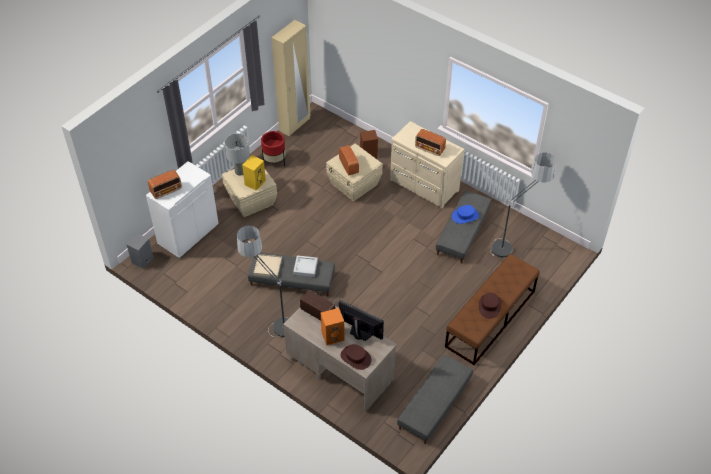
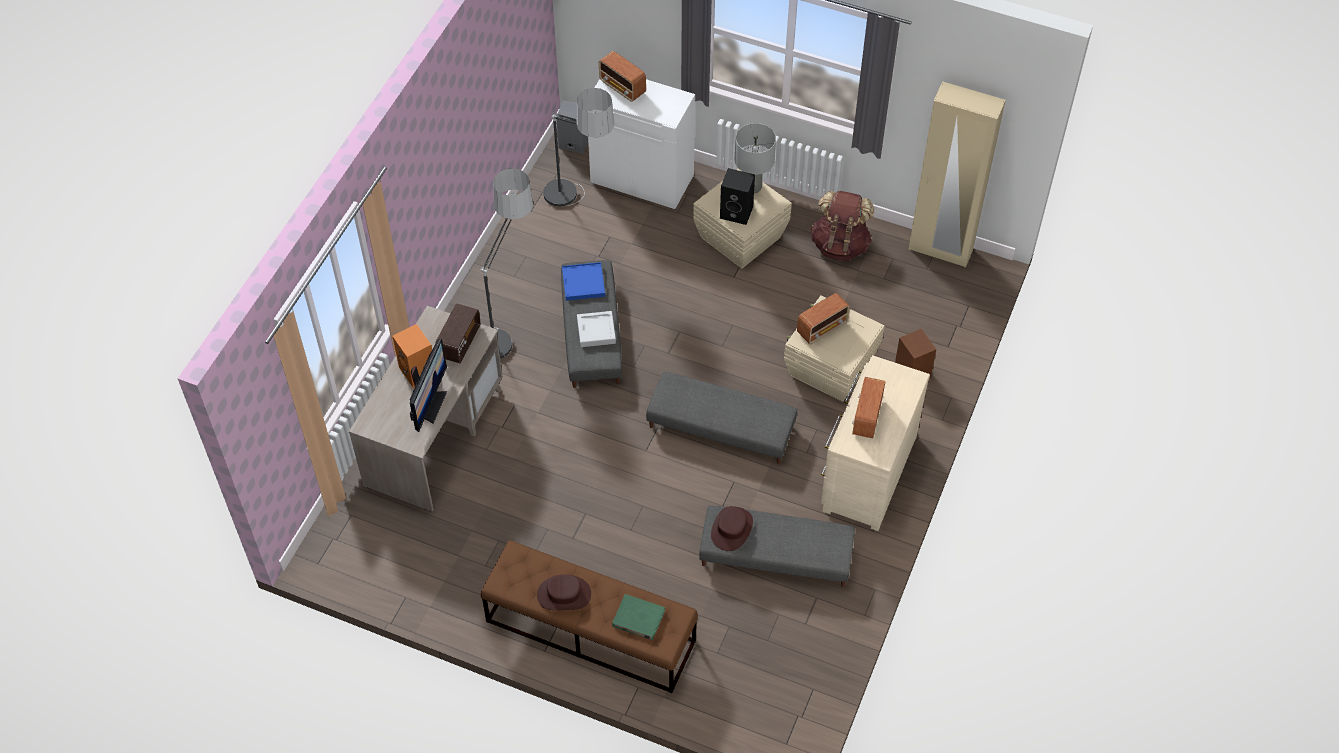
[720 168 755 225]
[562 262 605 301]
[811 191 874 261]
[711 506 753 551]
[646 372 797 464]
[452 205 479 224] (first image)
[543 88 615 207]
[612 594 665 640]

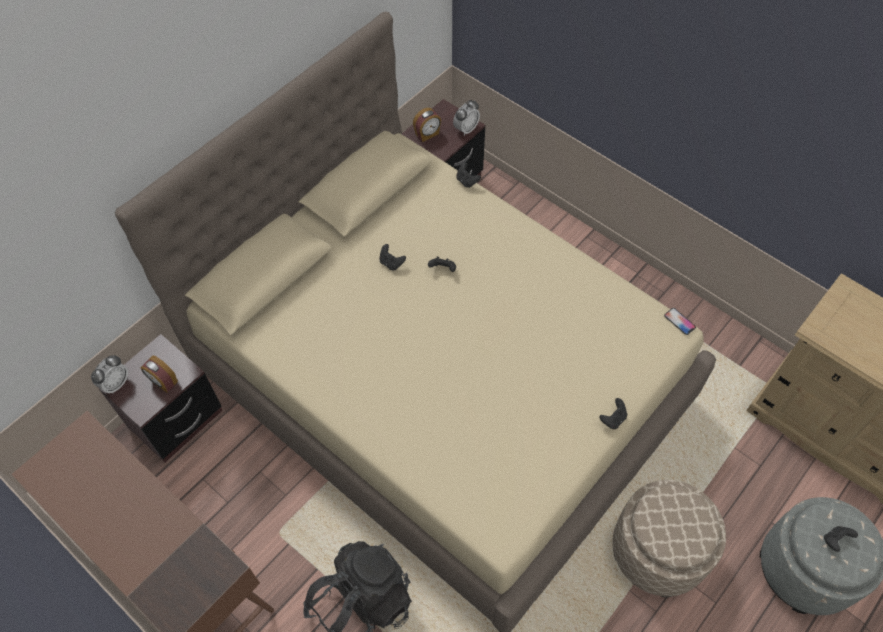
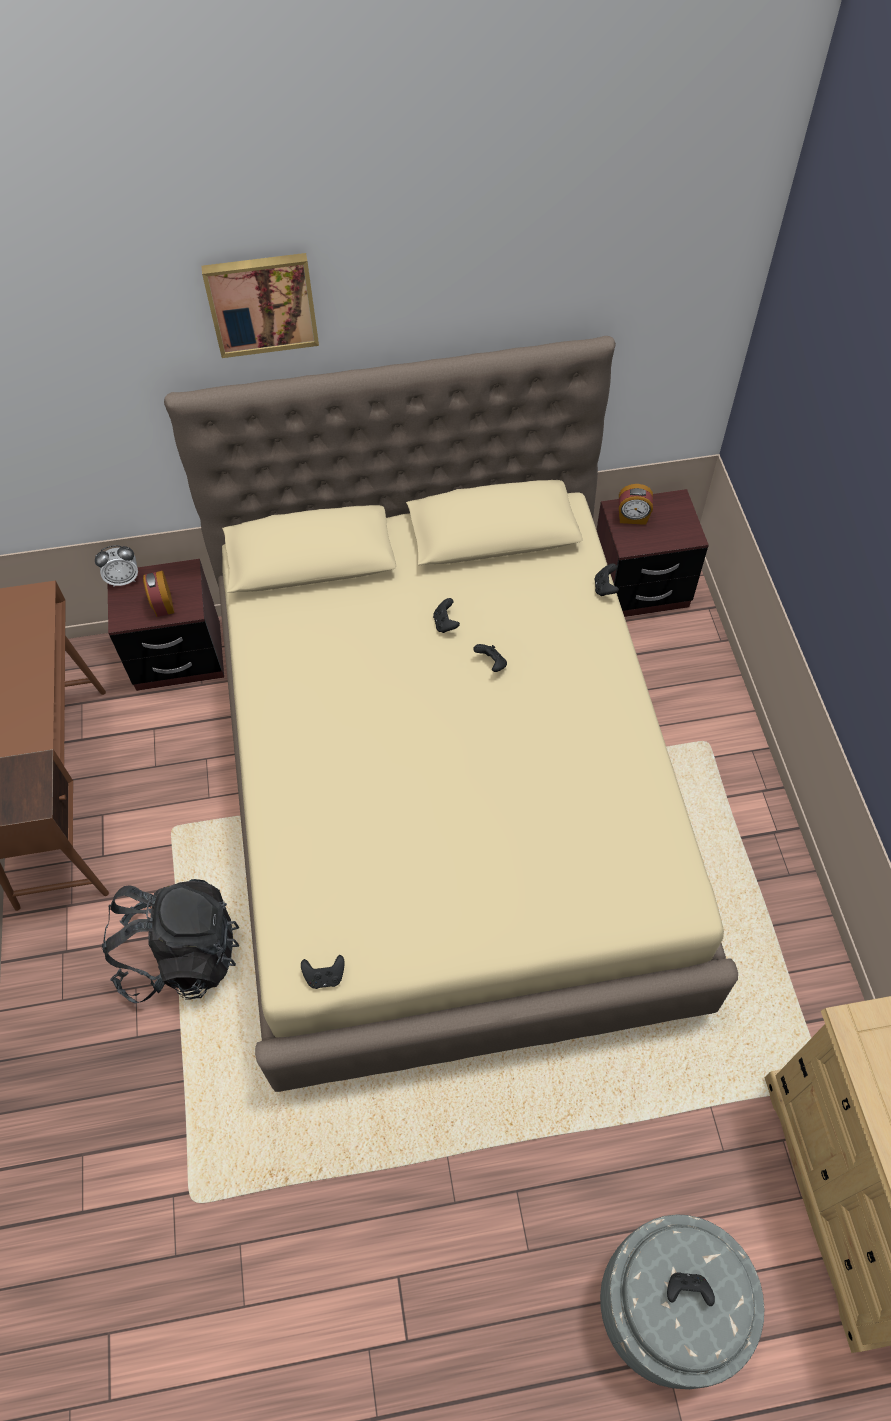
[453 100 480 136] (first image)
[301 955 345 989]
[612 480 726 597] (first image)
[664 308 696 335] (first image)
[201 253 319 358]

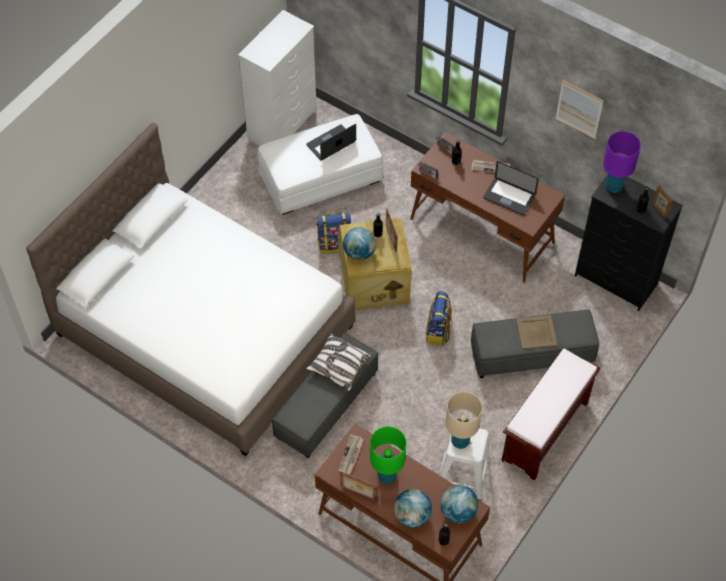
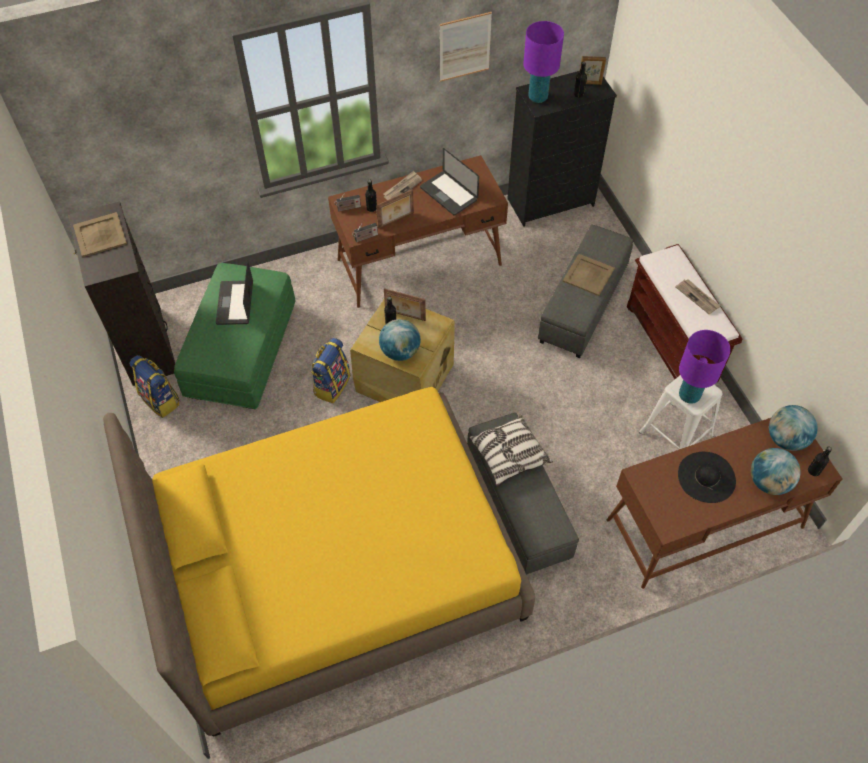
[103 387 535 736]
[68 201 175 386]
[174 263 296 409]
[675 279 721 314]
[376 189 414 229]
[678 452 736 503]
[129 355 179 418]
[679 330 731 404]
[420 148 479 216]
[73 212 127 258]

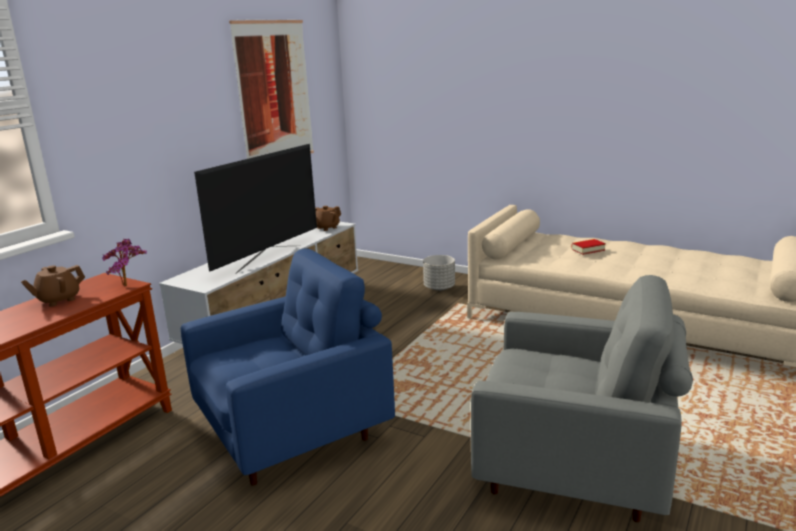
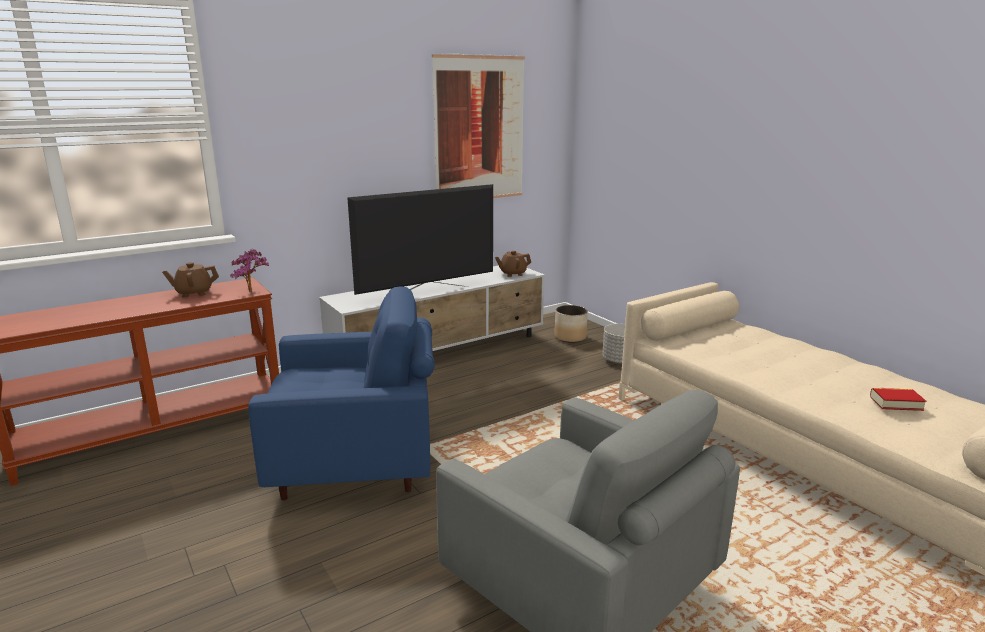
[870 388 926 411]
[554 305 588 343]

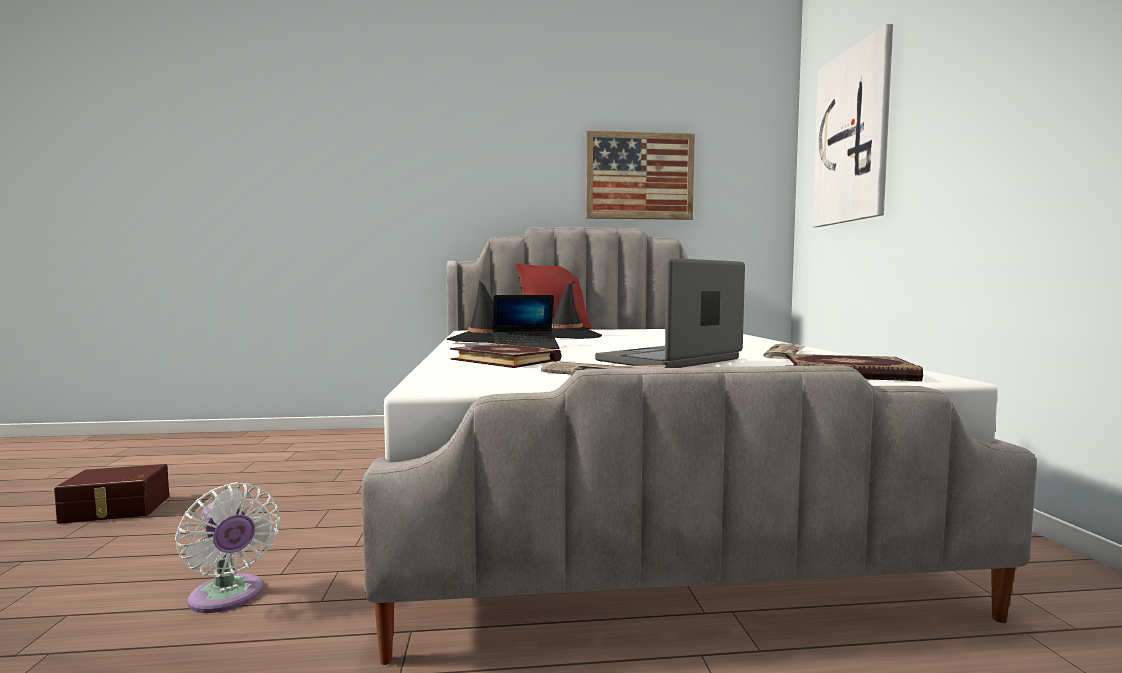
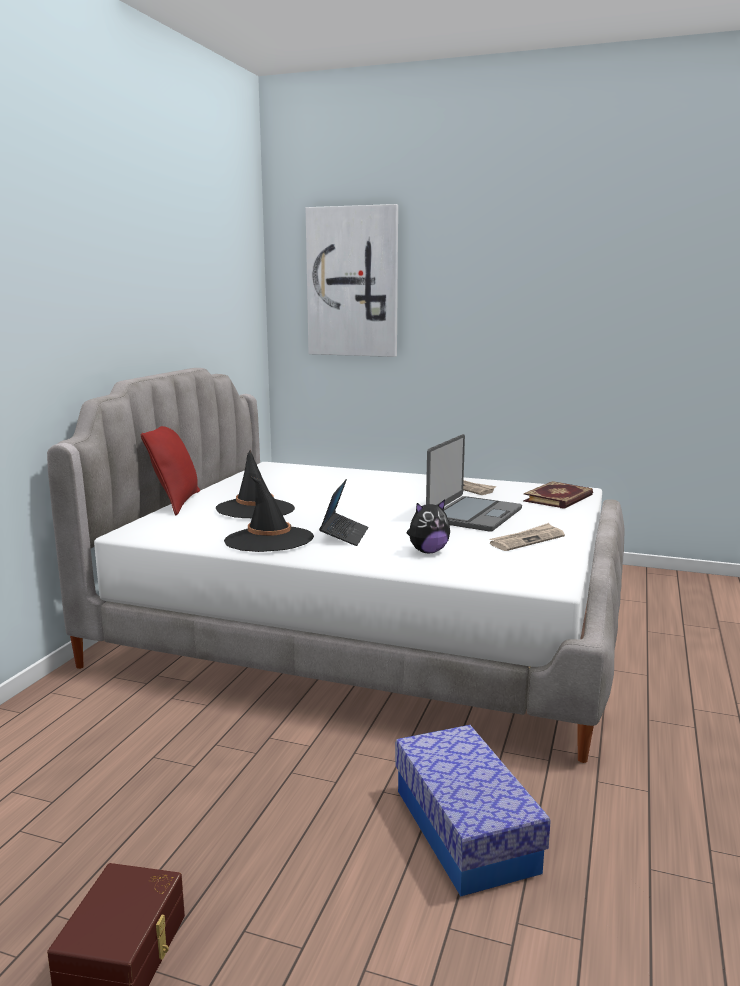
[395 725 551 896]
[407 499 450 553]
[586 130 695 220] (first image)
[426 434 522 532]

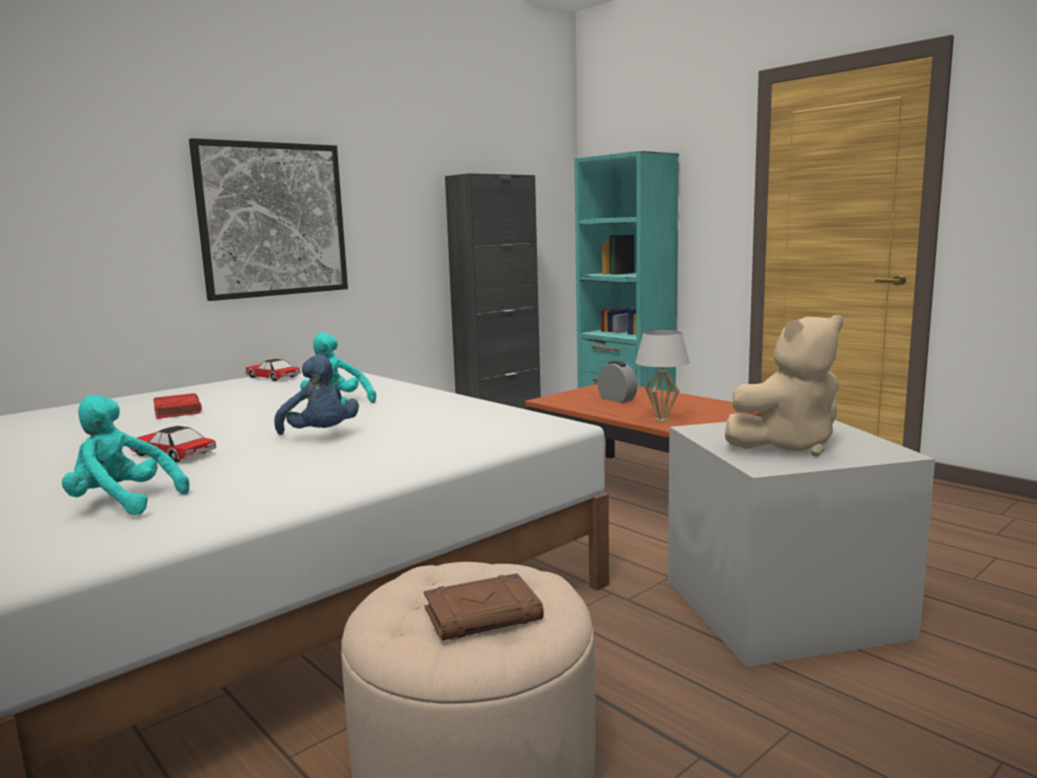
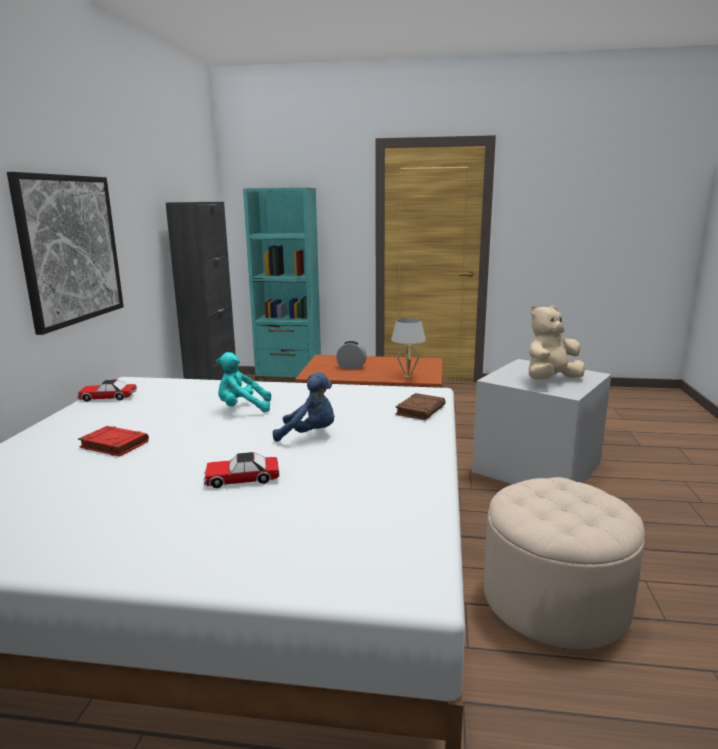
[62 395 190 515] (first image)
[395 393 446 420]
[528 305 585 380]

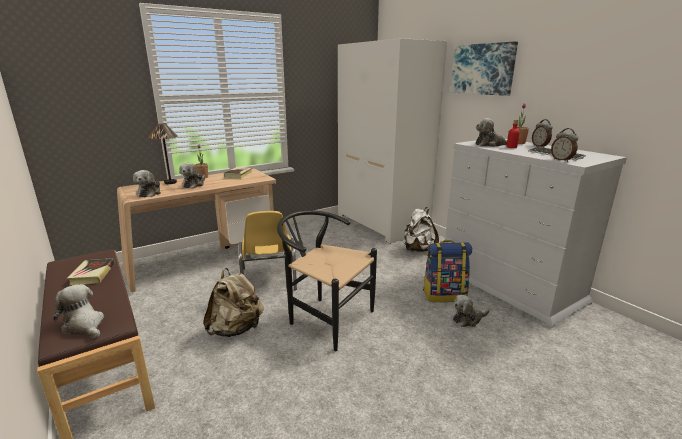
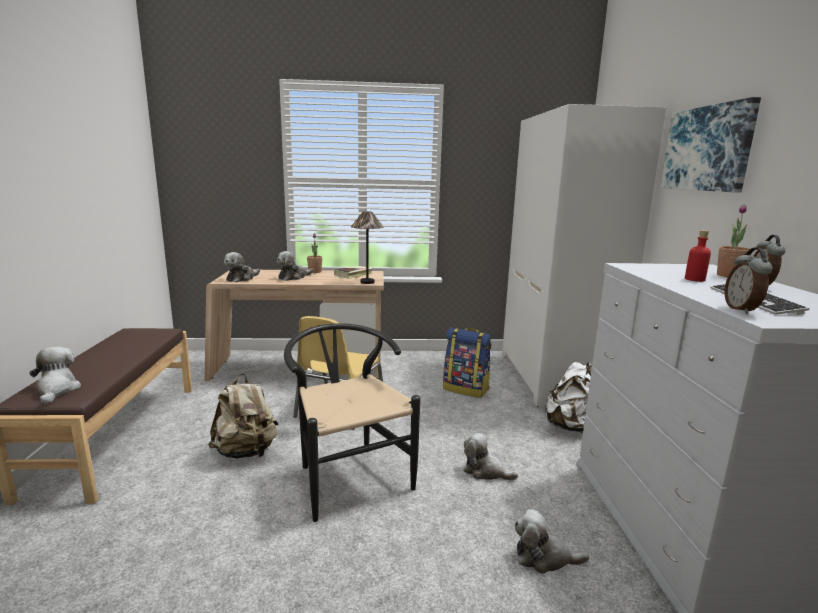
[67 258 115 285] (first image)
[351 211 384 284]
[443 328 492 398]
[463 433 518 480]

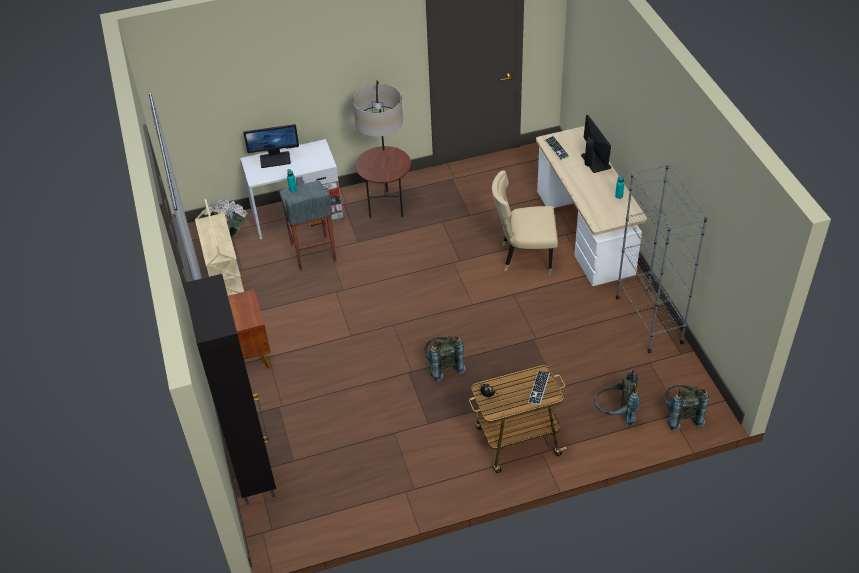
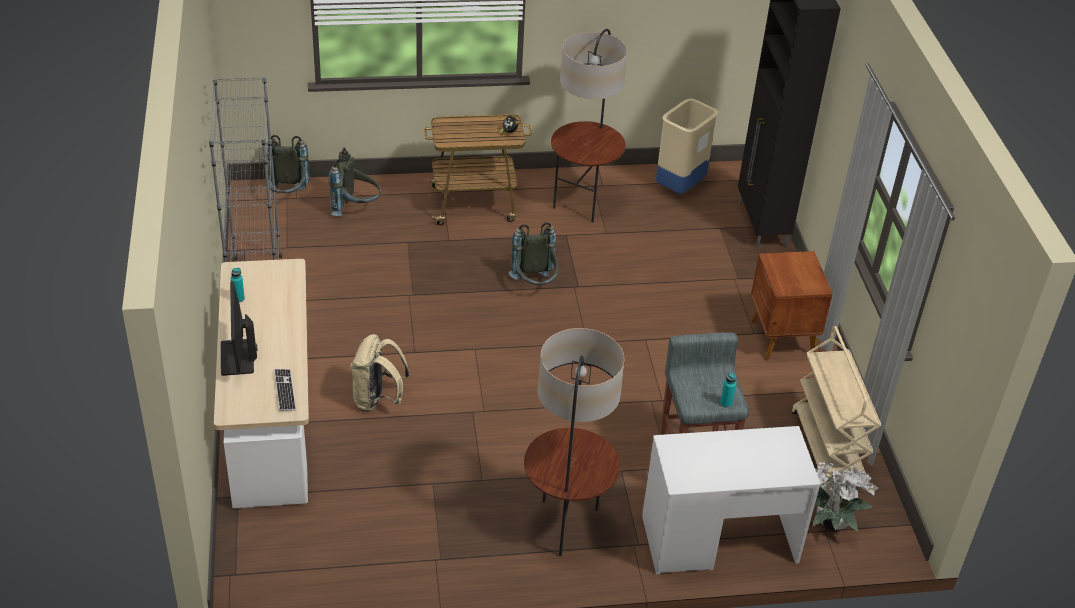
[243 124 299 168] (first image)
[350 334 410 412]
[528 371 550 405] (first image)
[551 29 627 222]
[656 98 719 194]

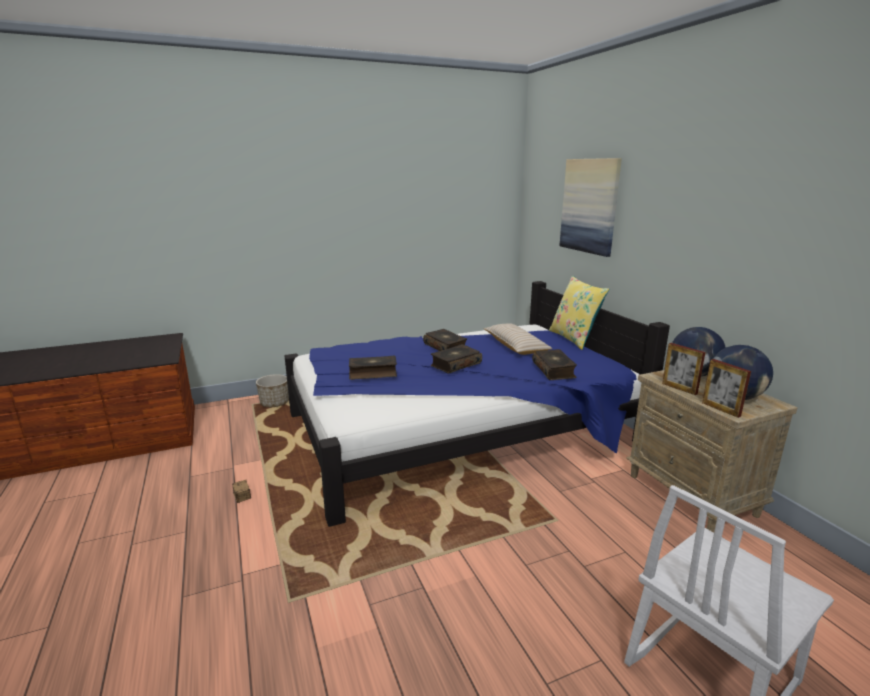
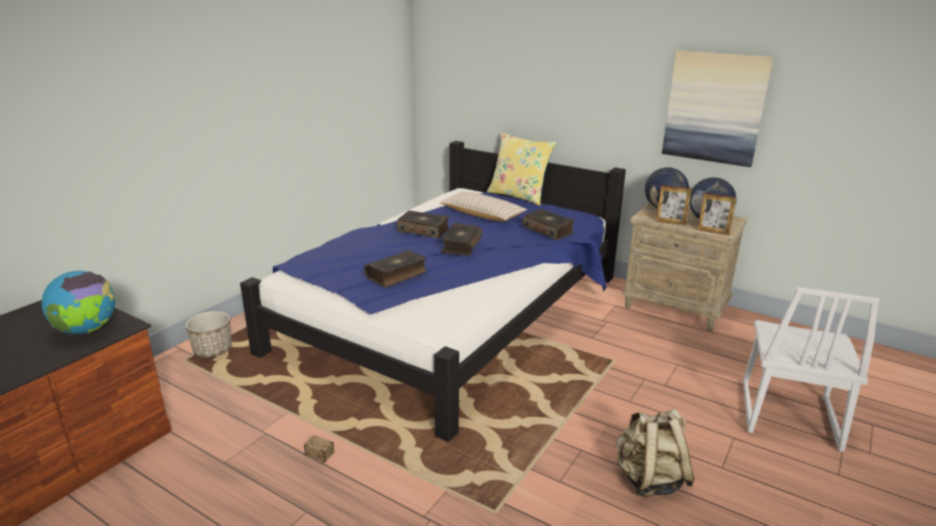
[662 50 774 167]
[42 271 116 334]
[616 409 695 497]

